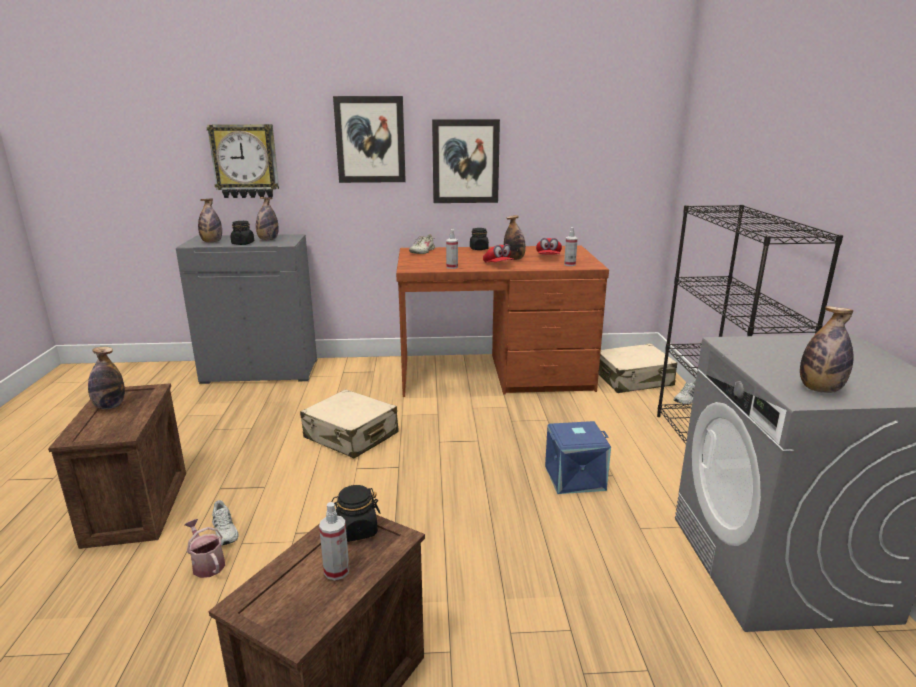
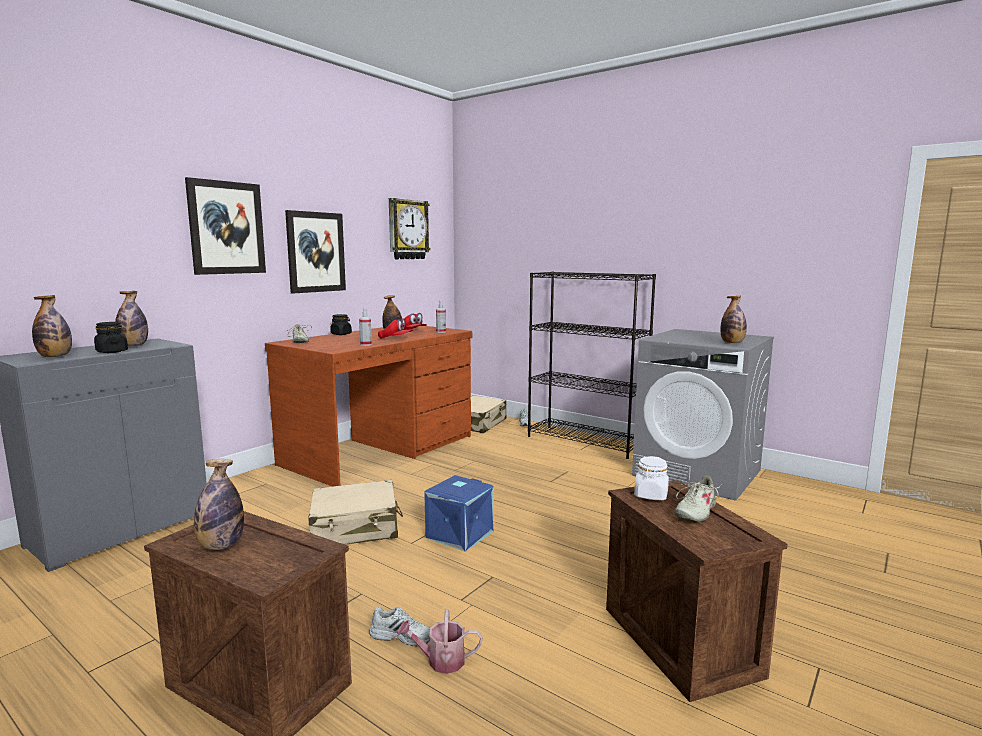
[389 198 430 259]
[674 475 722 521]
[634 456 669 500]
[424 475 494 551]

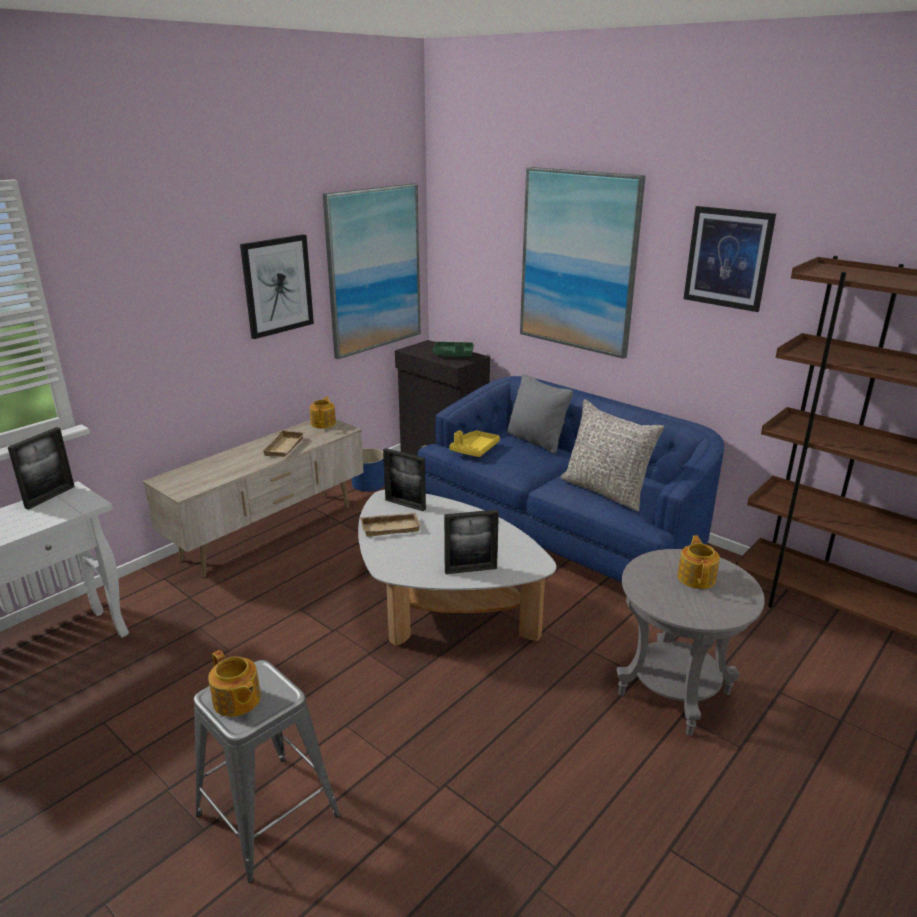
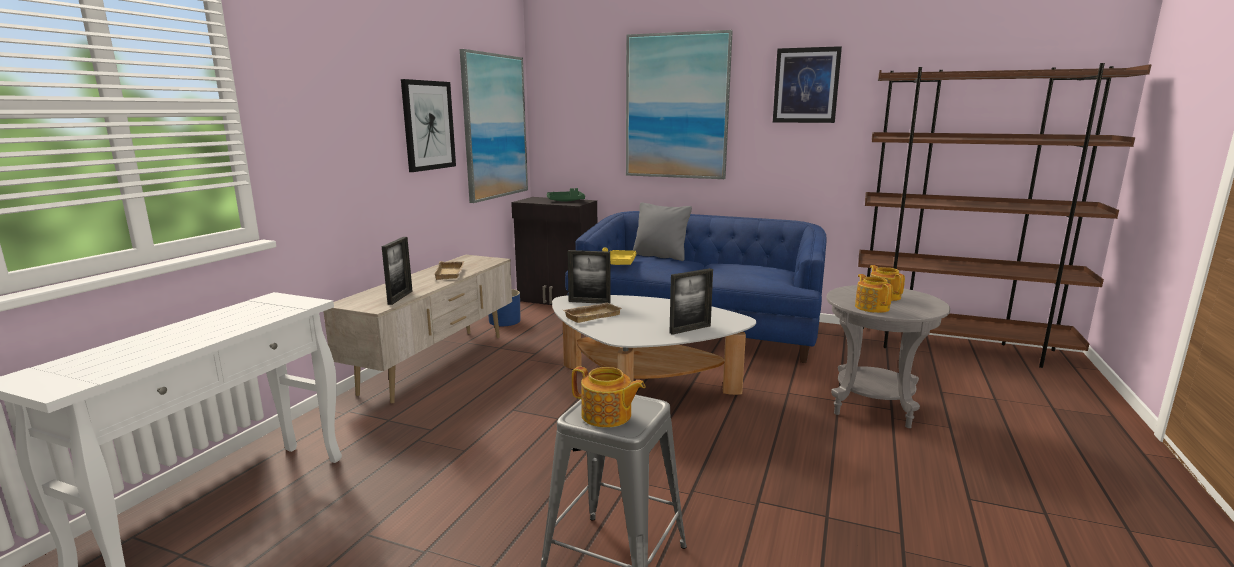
[381 237 412 305]
[855 274 893 313]
[561 399 665 512] (first image)

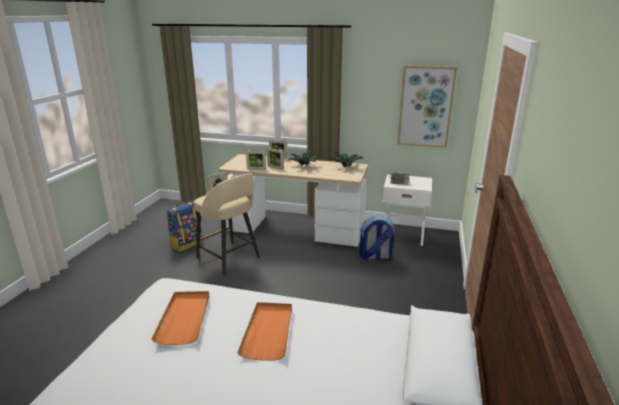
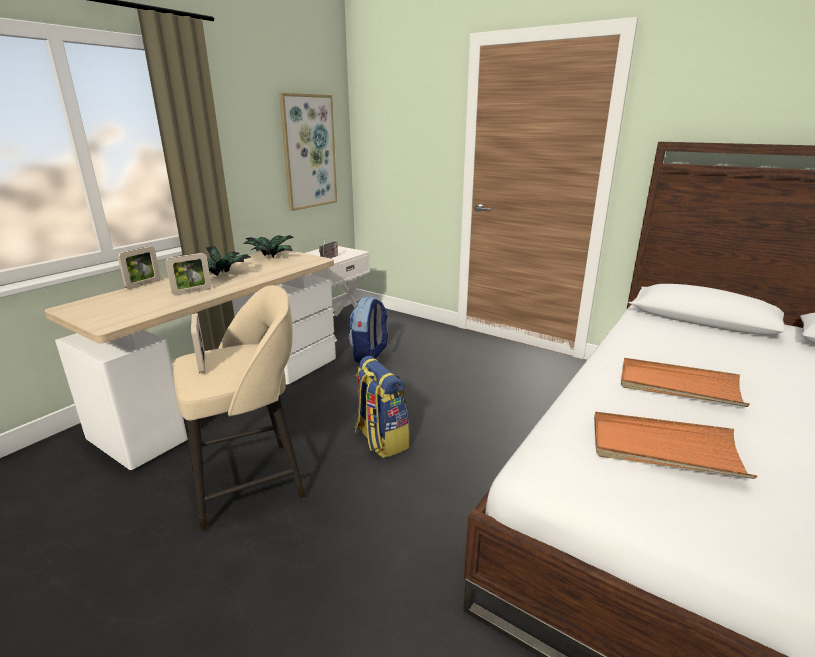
[355 356 409 458]
[246 151 266 170] (first image)

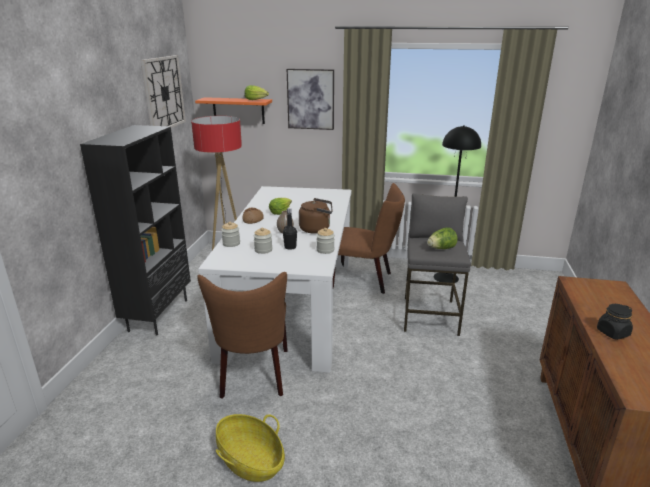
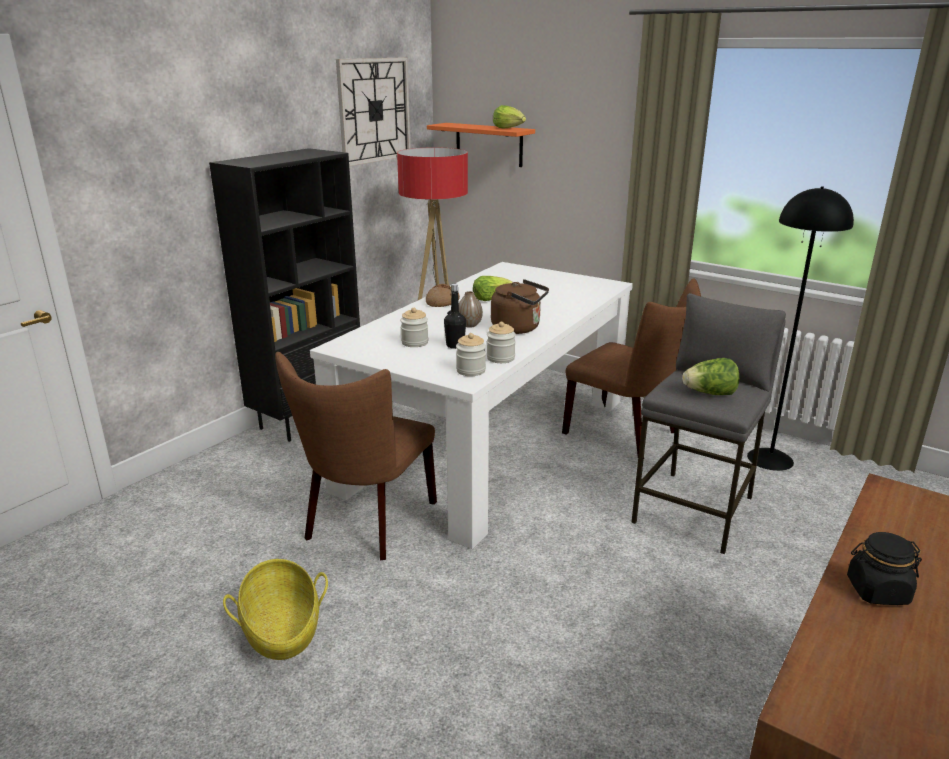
[456 333 486 376]
[287 69 334 130] (first image)

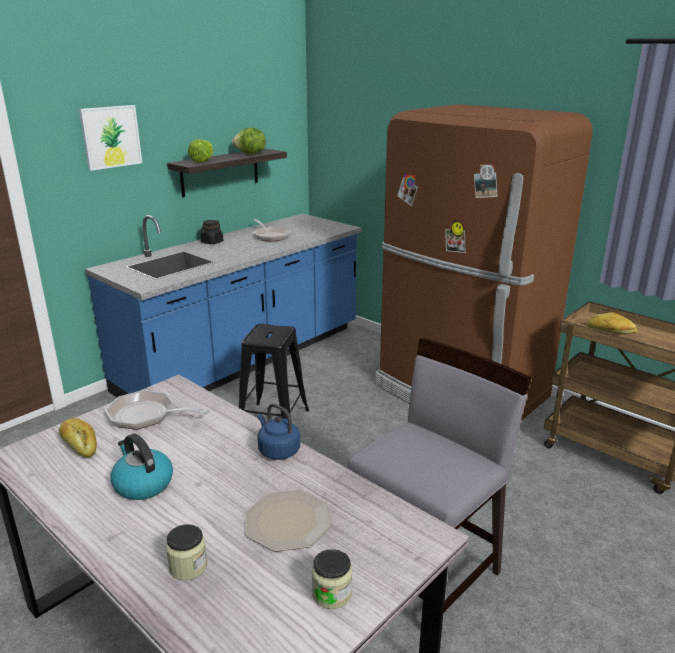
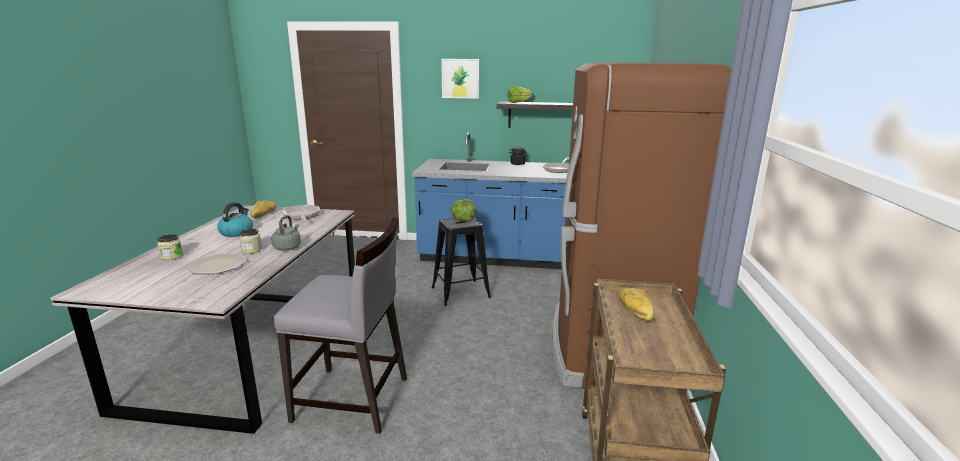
[451 199 477 222]
[271 215 301 251]
[239 229 262 254]

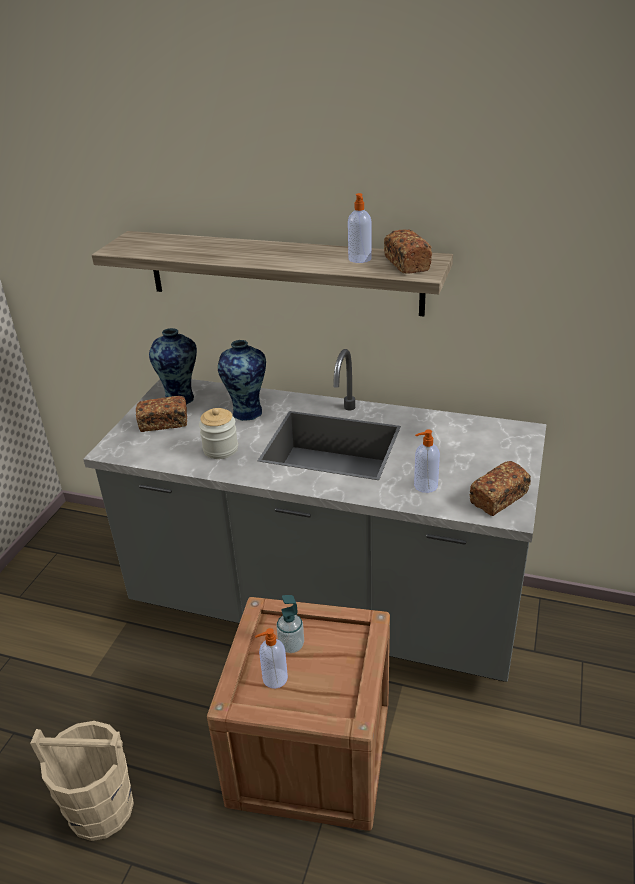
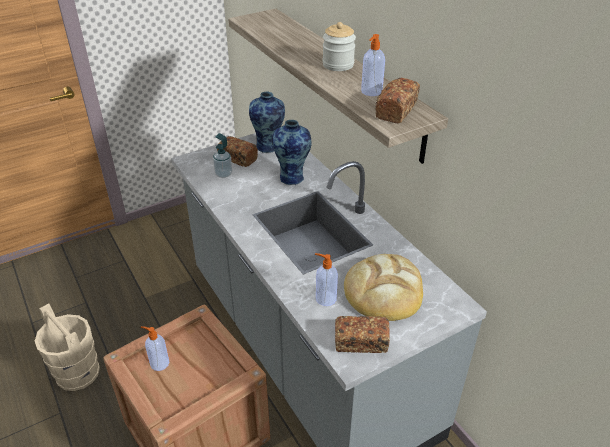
[322 22 356 71]
[213 133 232 178]
[344 254 423 321]

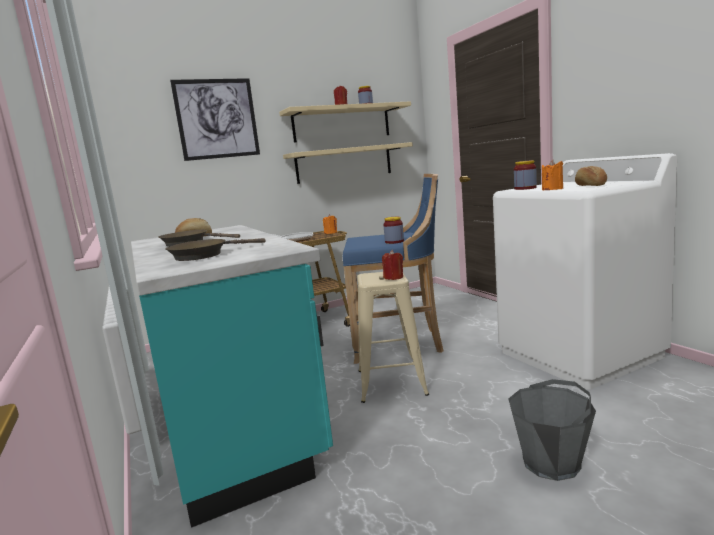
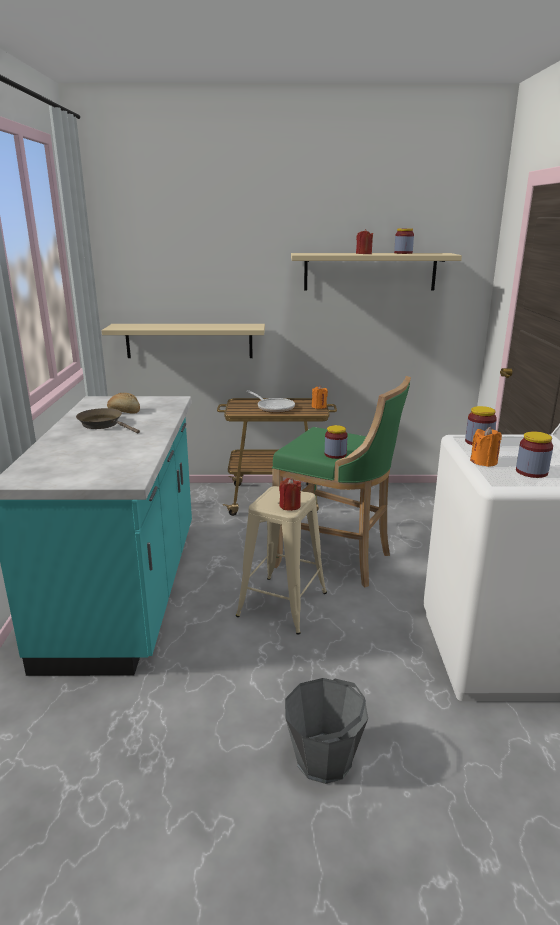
[166 238 265 261] (first image)
[170 78 260 161] (first image)
[102 324 265 358]
[272 376 411 587]
[516 431 553 478]

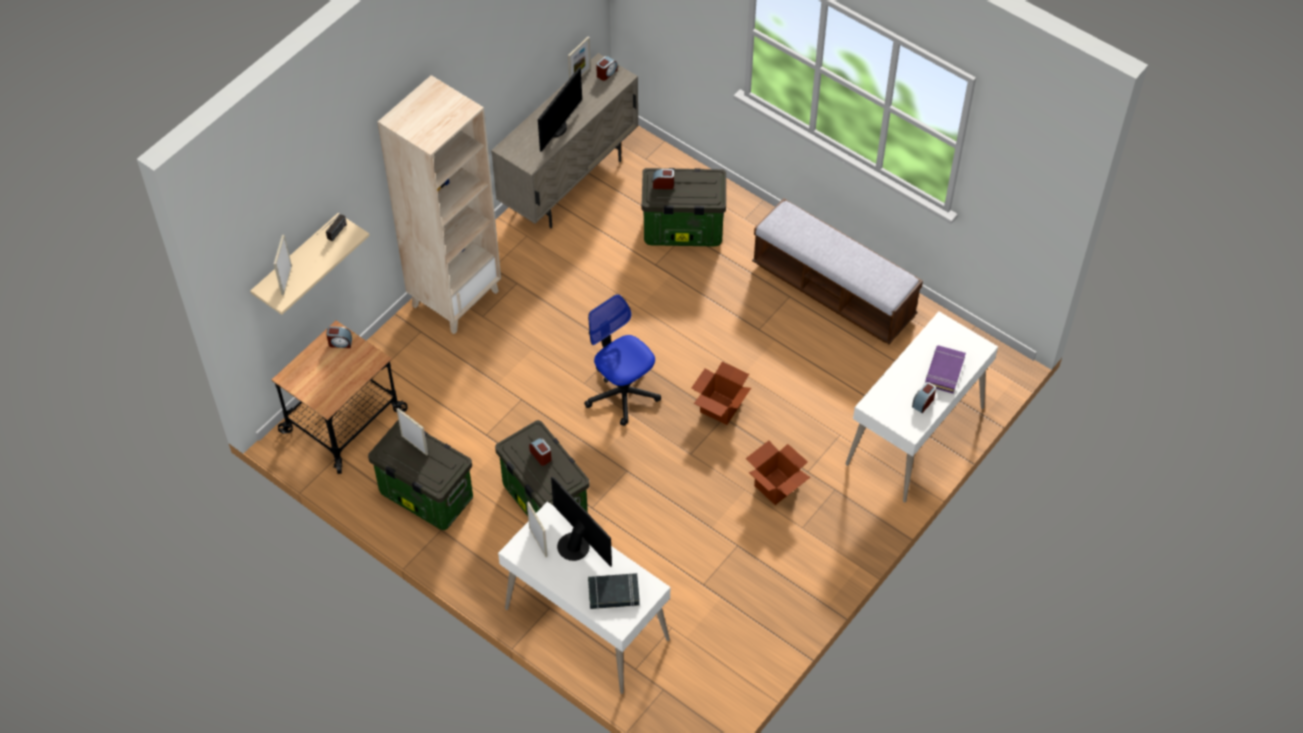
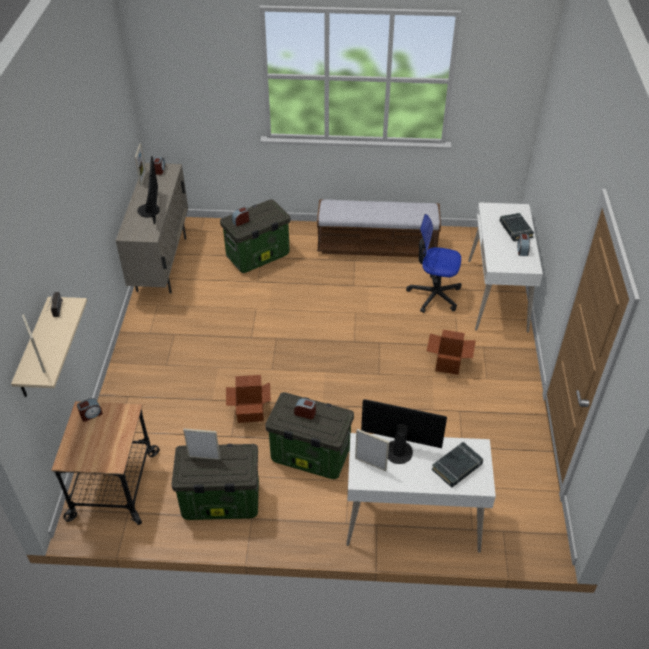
[378 75 501 334] (first image)
[406 214 461 313]
[226 375 271 423]
[500 213 534 241]

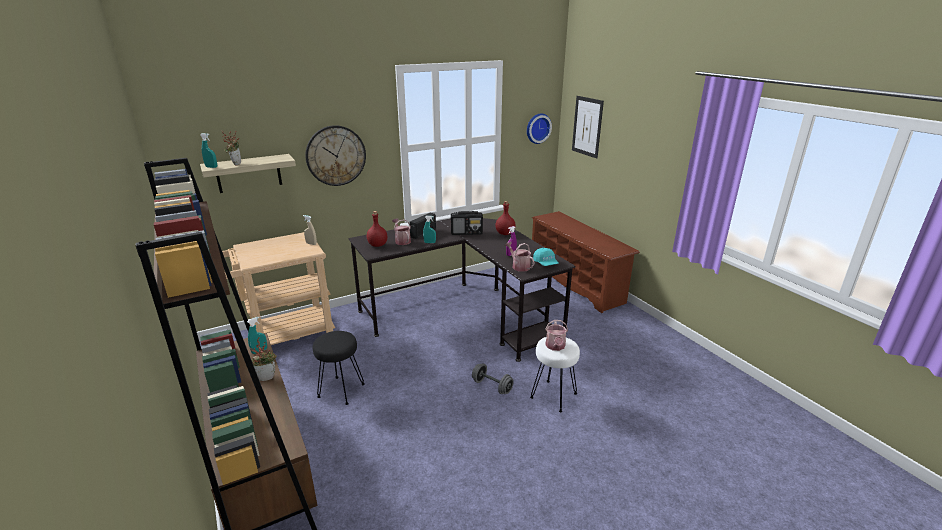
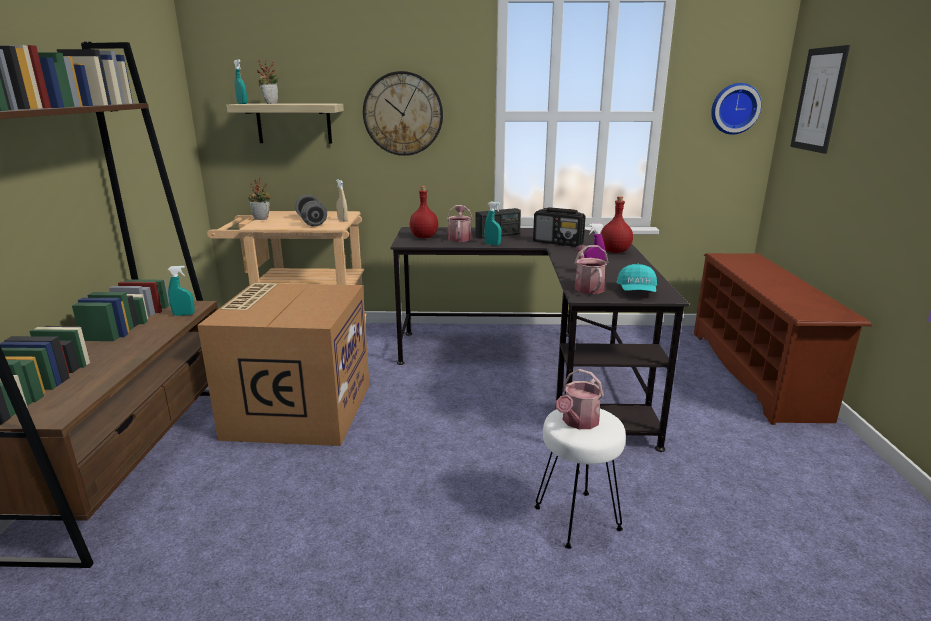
[248 177 271 220]
[197 283 369 446]
[295 195 327 226]

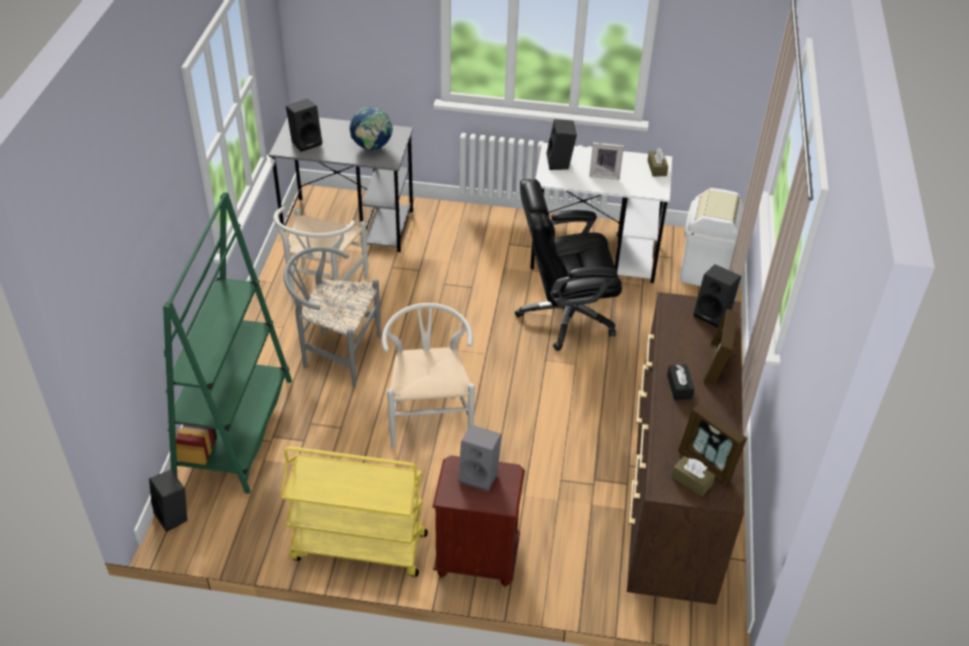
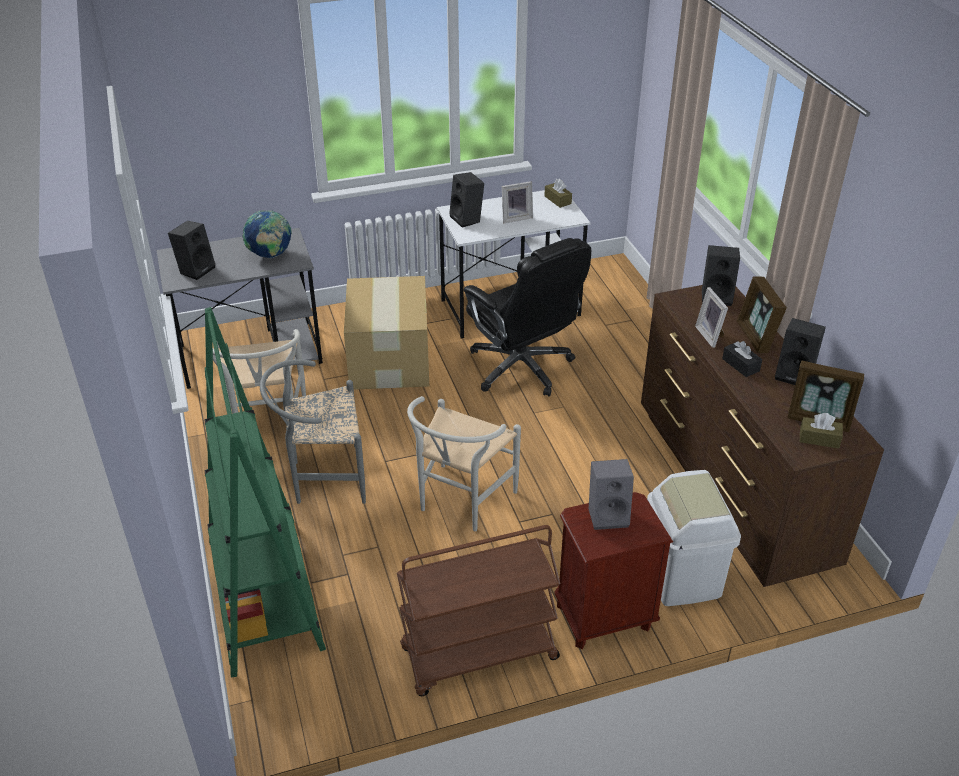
[775 318 826 385]
[397 525 560 696]
[407 396 521 531]
[464 238 591 396]
[647 470 741 606]
[344 276 429 390]
[695 287 728 348]

